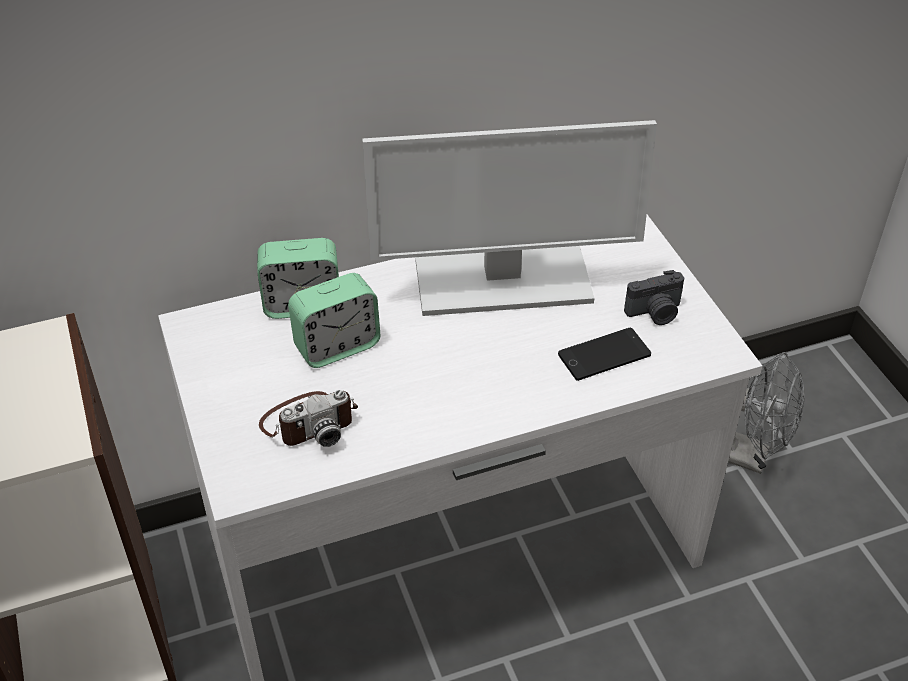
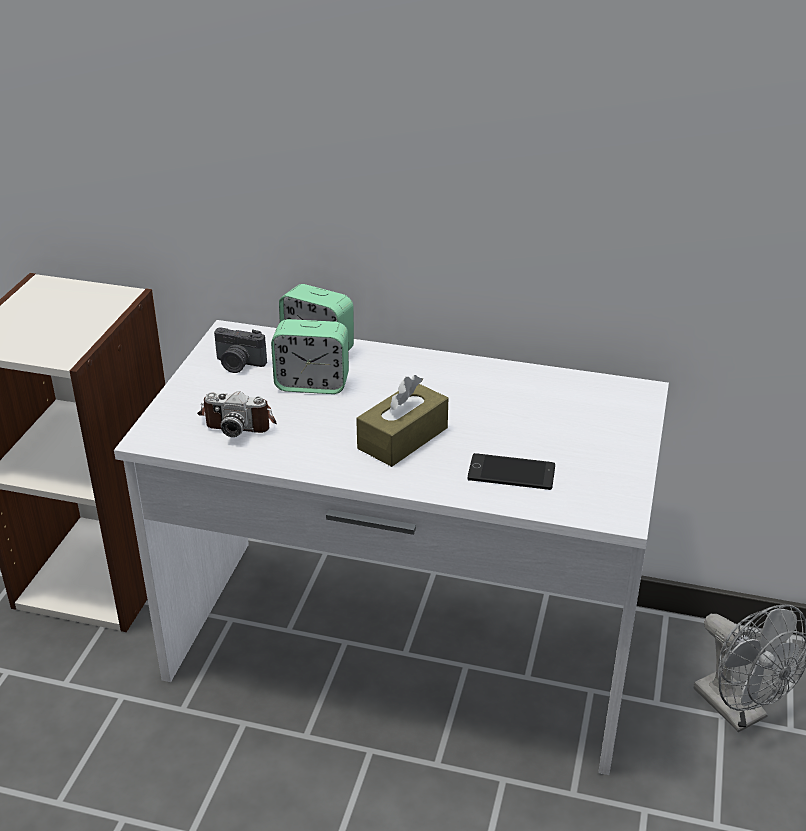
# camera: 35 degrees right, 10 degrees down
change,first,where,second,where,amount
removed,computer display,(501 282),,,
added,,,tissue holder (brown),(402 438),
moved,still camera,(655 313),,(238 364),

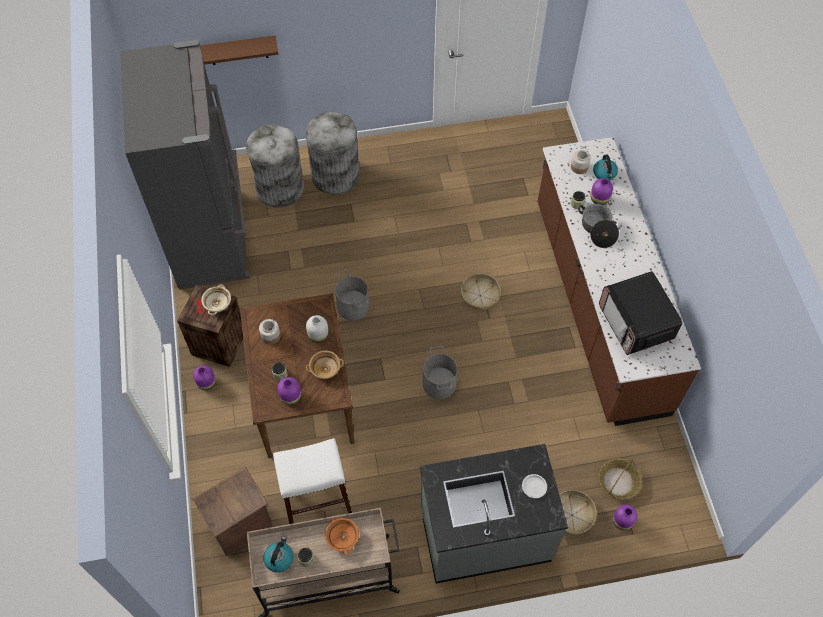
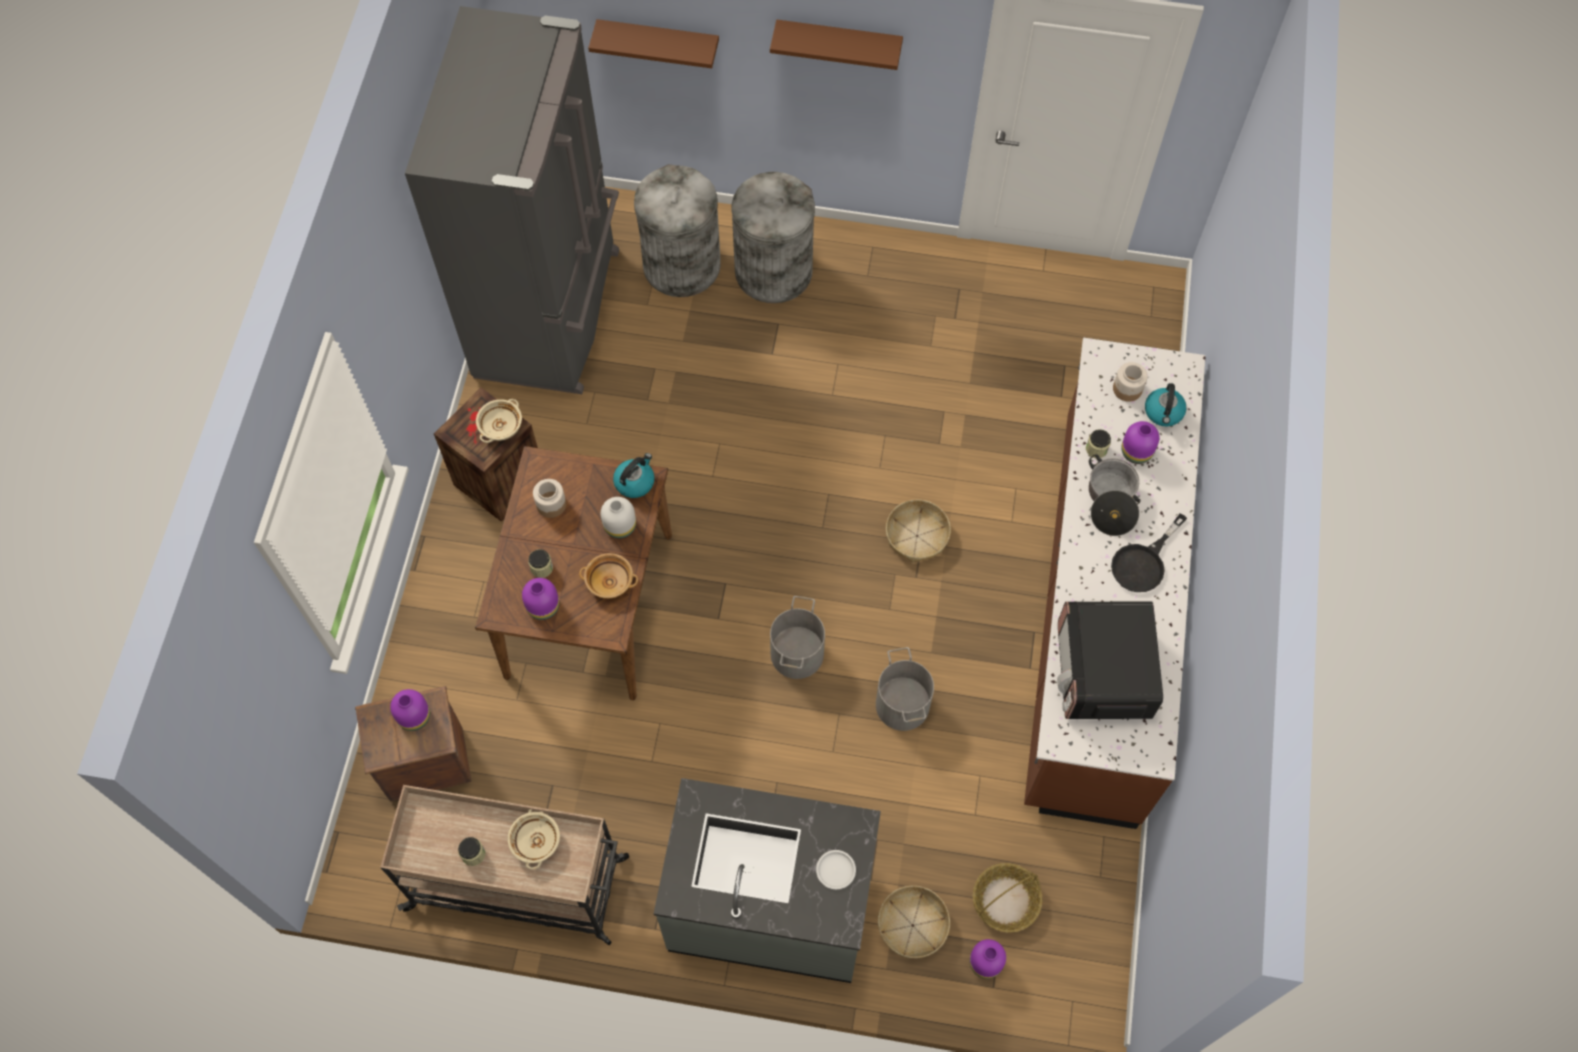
# camera: 20 degrees right, 5 degrees up
change,first,where,second,where,amount
removed,stool (white-coloured),(316 499),,,
added,,,shelf (brown),(838 43),
added,,,frying pan (blackish),(1143 563),
moved,decorative vase (purple-coloured),(206 383),,(413 716),
moved,kettle,(279 558),,(635 482),
moved,bucket (greyish),(352 306),,(901 705),
recoloured,serving bowl (orange-coloured),(342 537),serving bowl (beige-coloured),(535 841),

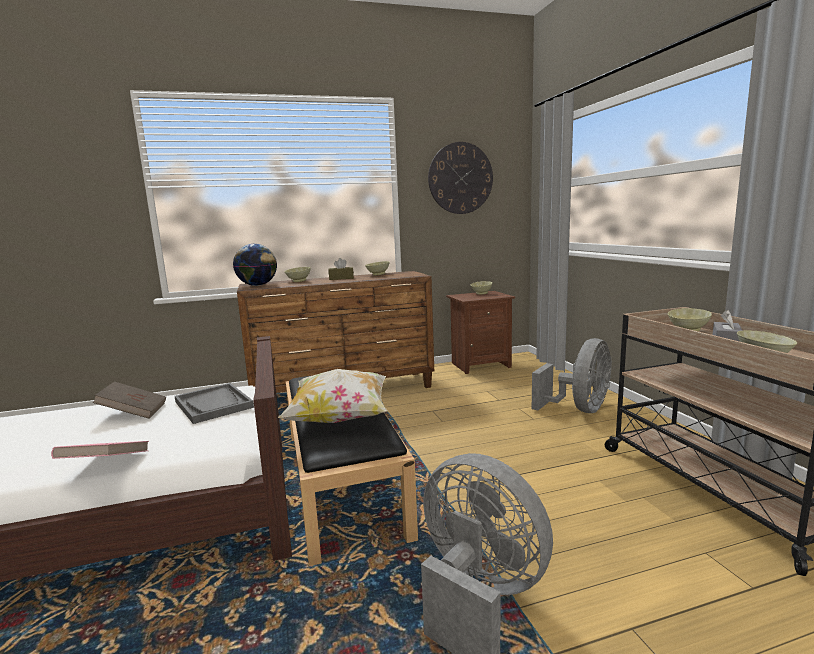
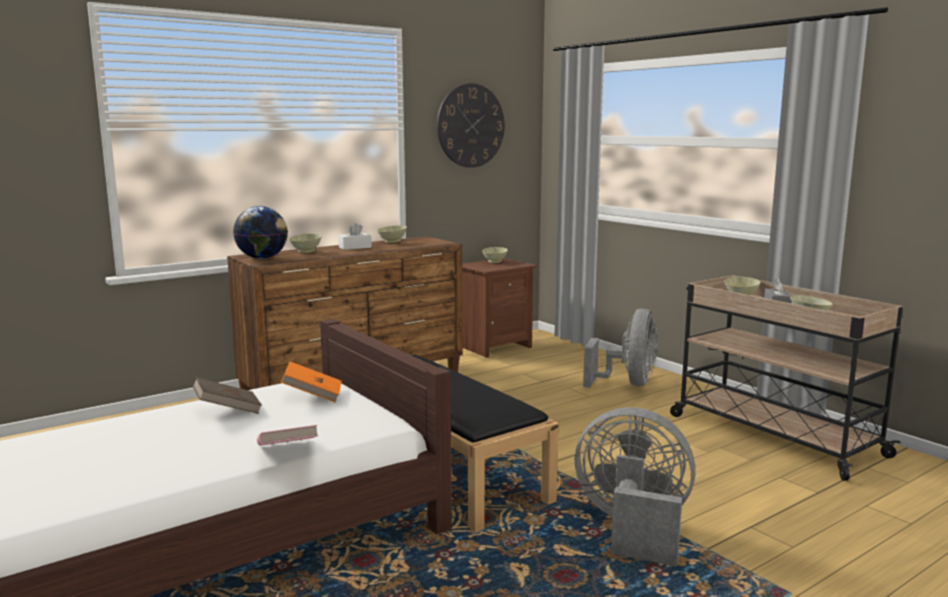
# camera: 20 degrees left, 0 degrees up
change,first,where,second,where,amount
removed,pillow,(340 418),,,
replaced,tray (greyish),(214 405),book (orange-coloured),(313 396),
recoloured,tissue holder (brown),(341 278),tissue holder (white-coloured),(355 247),

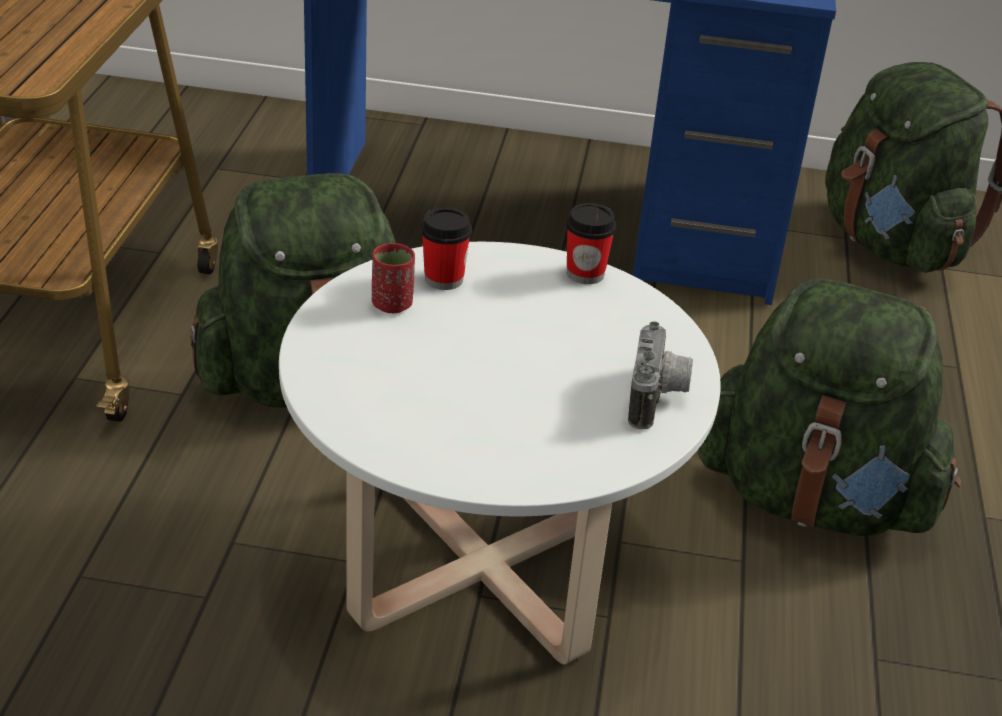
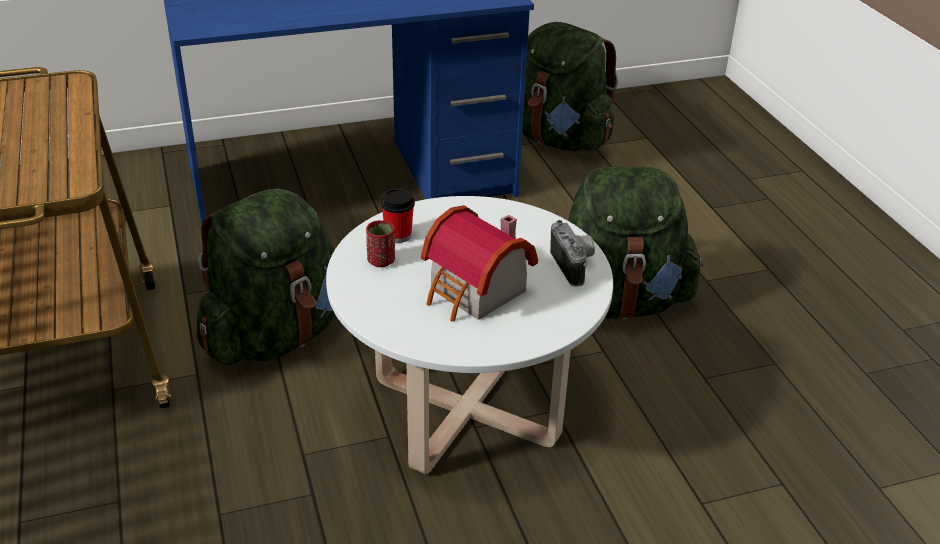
# camera: 25 degrees left, 0 degrees up
change,first,where,second,where,amount
removed,drinking cup,(585 273),,,
added,,,toy house,(475 293),

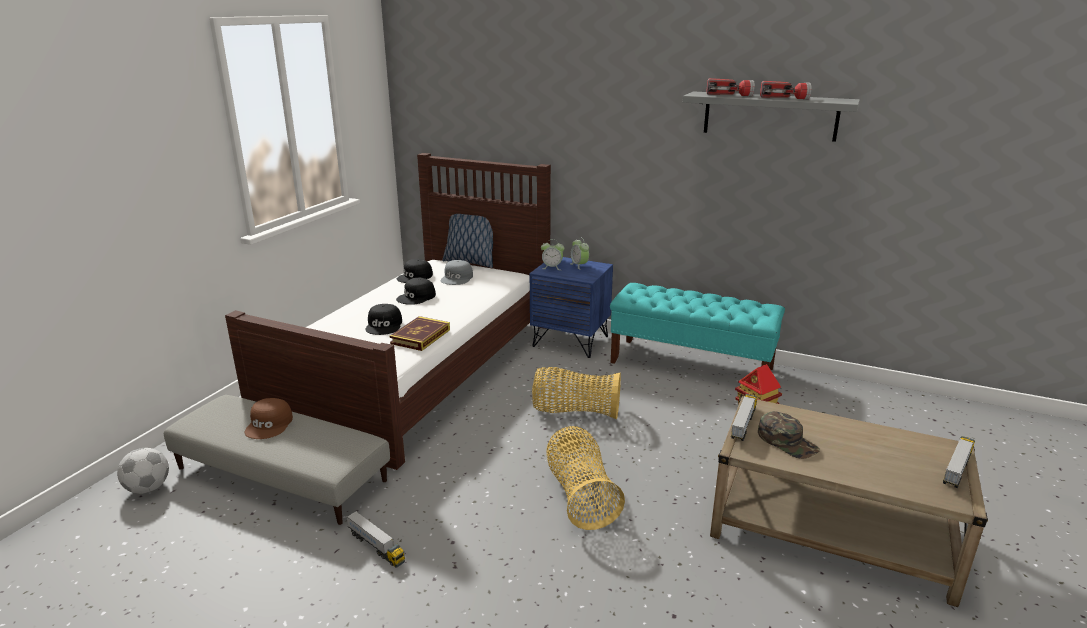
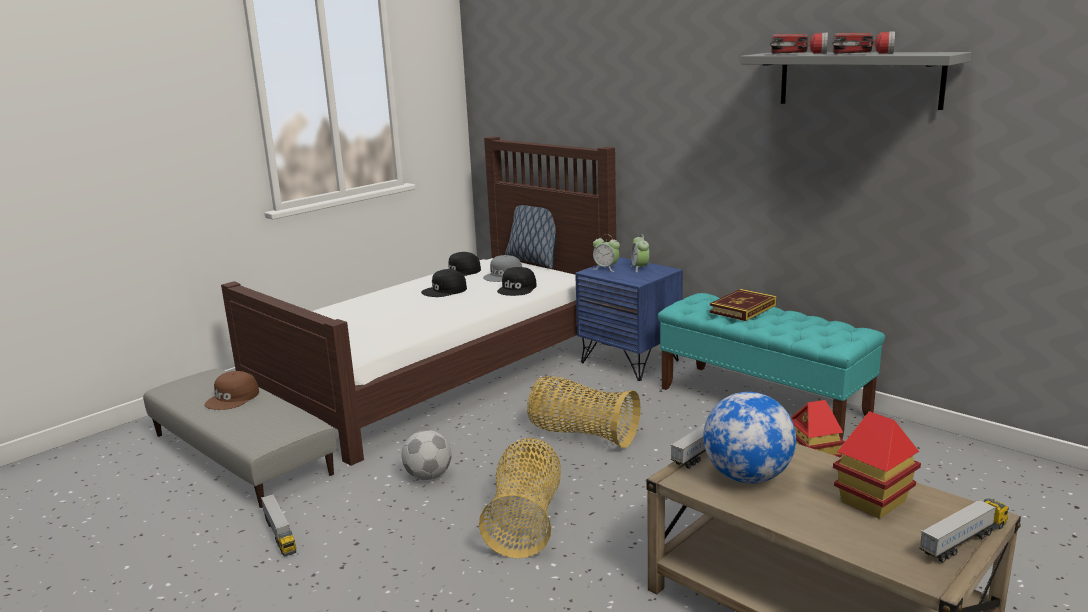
# camera: 20 degrees right, 5 degrees down
change,first,where,second,where,amount
added,,,toy house,(873 501),
moved,football,(148 488),,(429 476),
moved,baseball cap (blackish),(384 325),,(517 289),
moved,book,(420 336),,(743 309),
replaced,baseball cap (green),(787 441),world globe,(747 477),

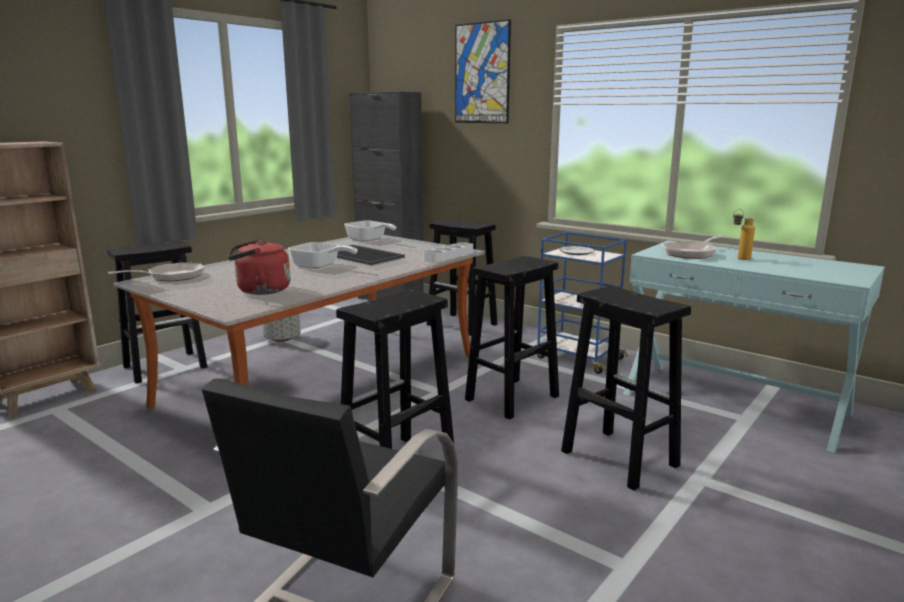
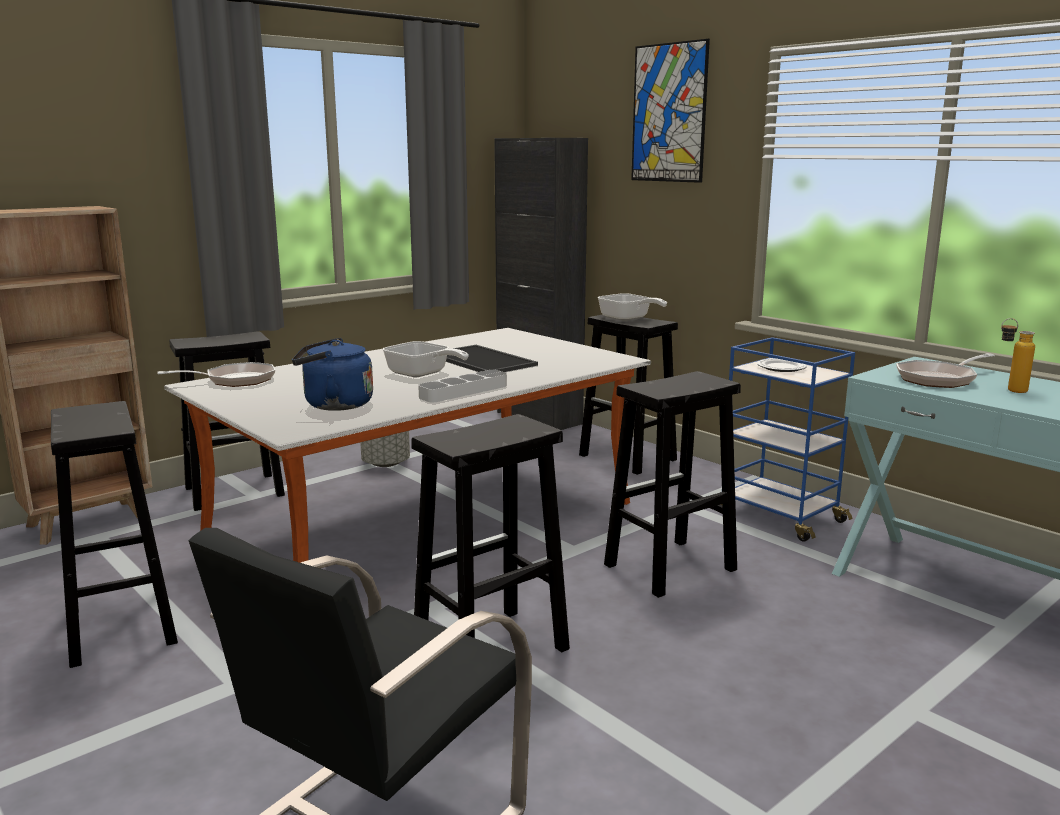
# camera: 10 degrees right, 0 degrees up
change,first,where,second,where,amount
moved,frying pan,(368 240),,(628 319),
moved,tray (greyish),(448 256),,(463 391),
moved,stool (blackish),(617 458),,(120 625),
recoloured,kettle (red),(260 291),kettle (bluish),(334 405),

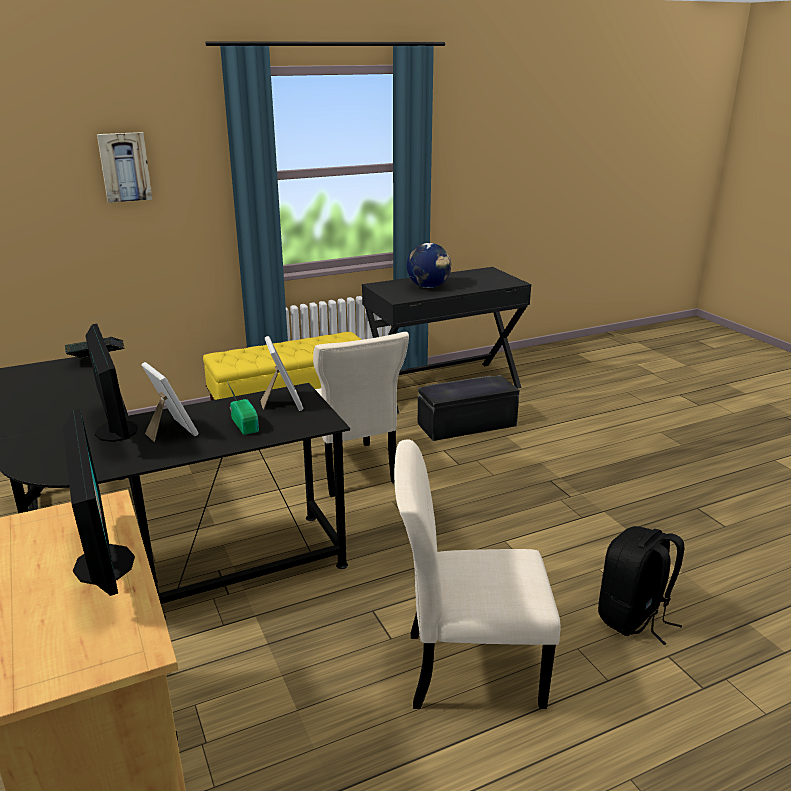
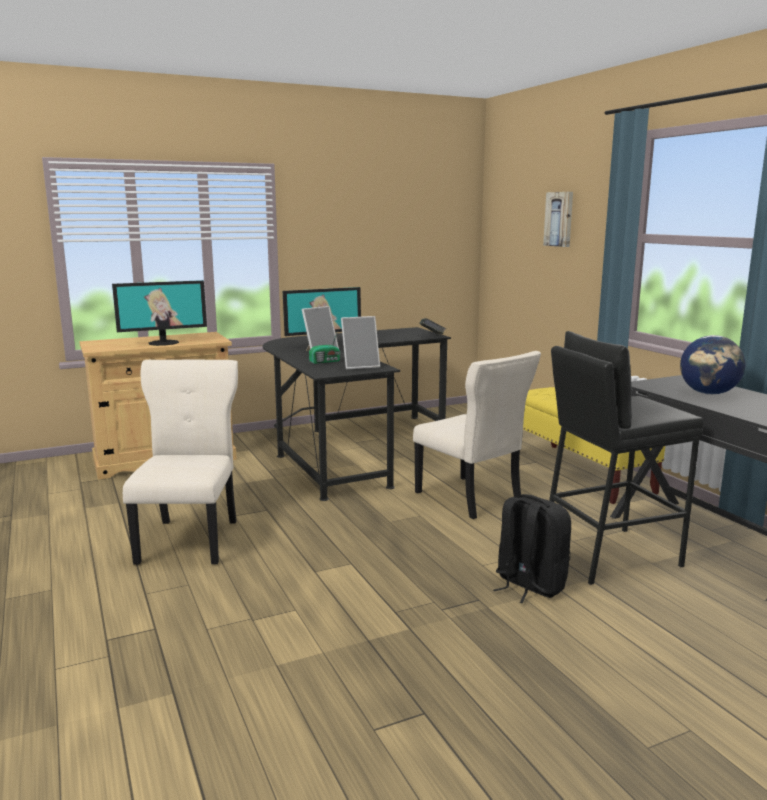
# camera: 90 degrees right, 10 degrees down
change,first,where,second,where,amount
moved,knapsack (blackish),(634 618),,(529 585),
replaced,storage bin (blackish),(466 424),stool (blackish),(608 555),
turned,plain chair (beige-coloured),(351 471),,(470 499),105 degrees counterclockwise

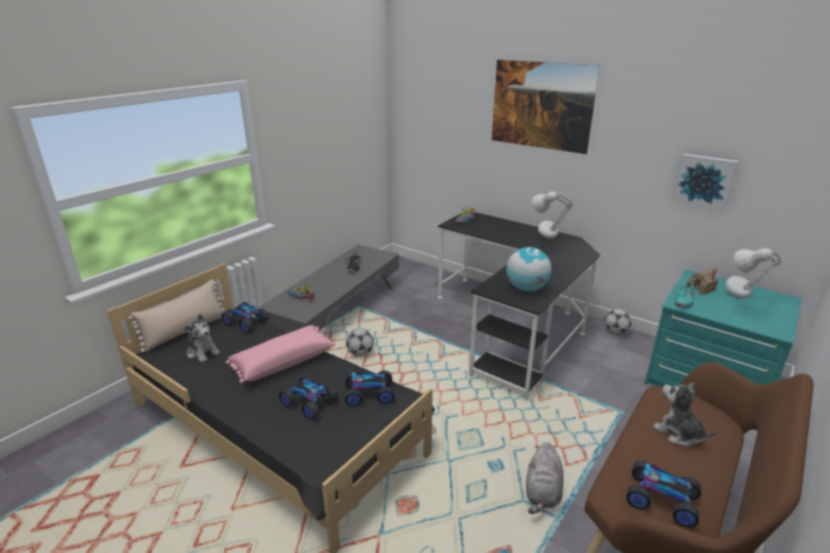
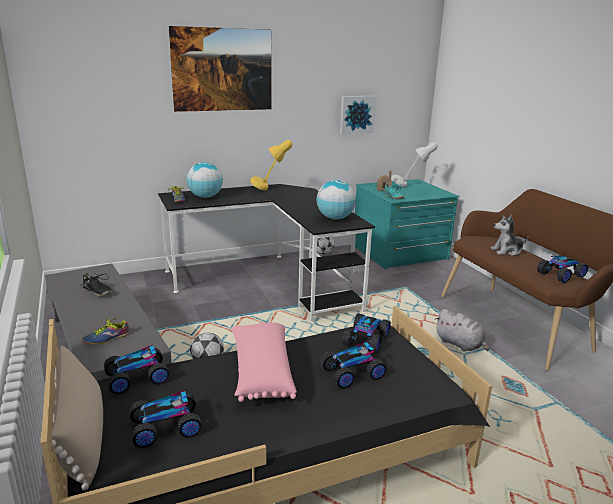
# camera: 60 degrees left, 5 degrees down
change,first,where,second,where,amount
added,,,world globe,(205 197),
replaced,soft toy,(202 352),model car,(166 427),
recoloured,table lamp (greyish),(547 242),table lamp (yellowish),(271 192),

